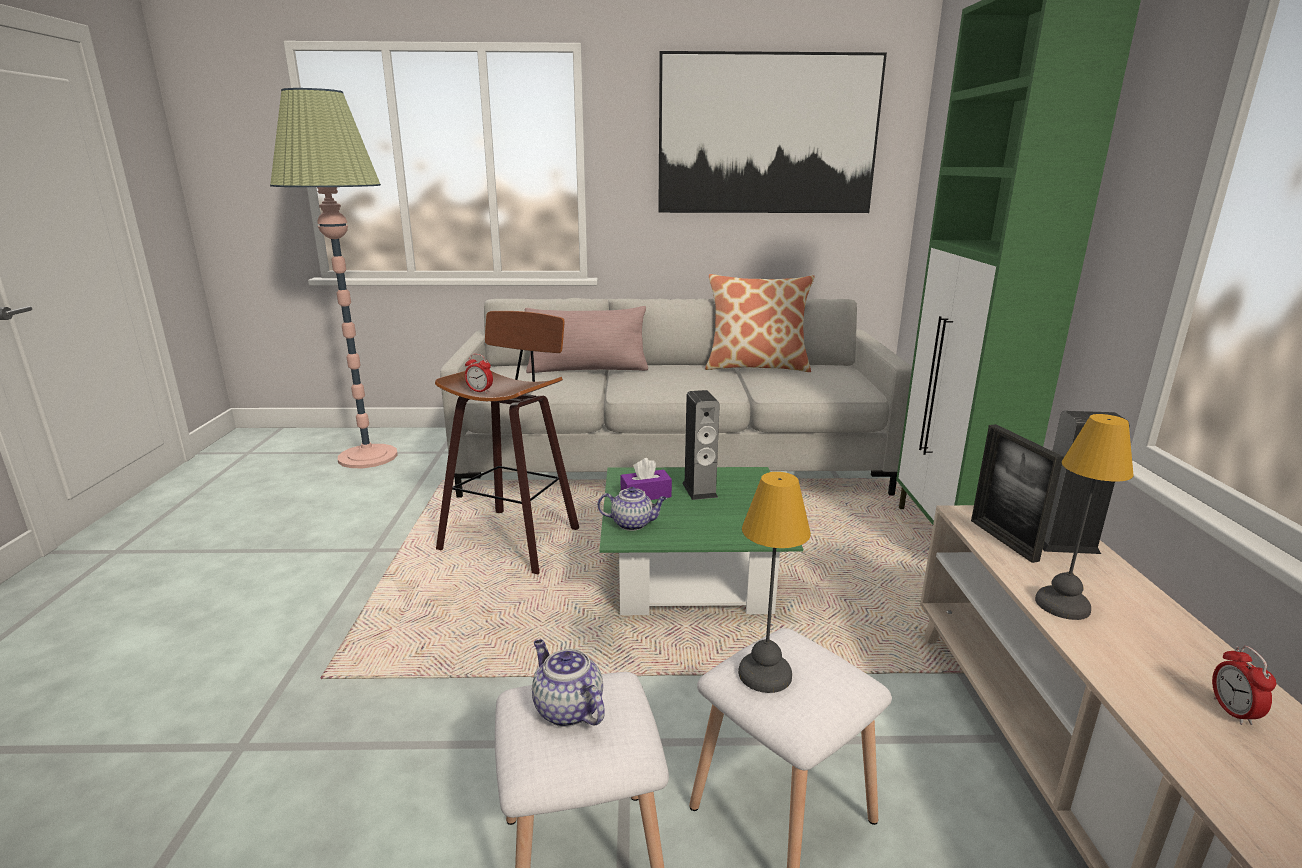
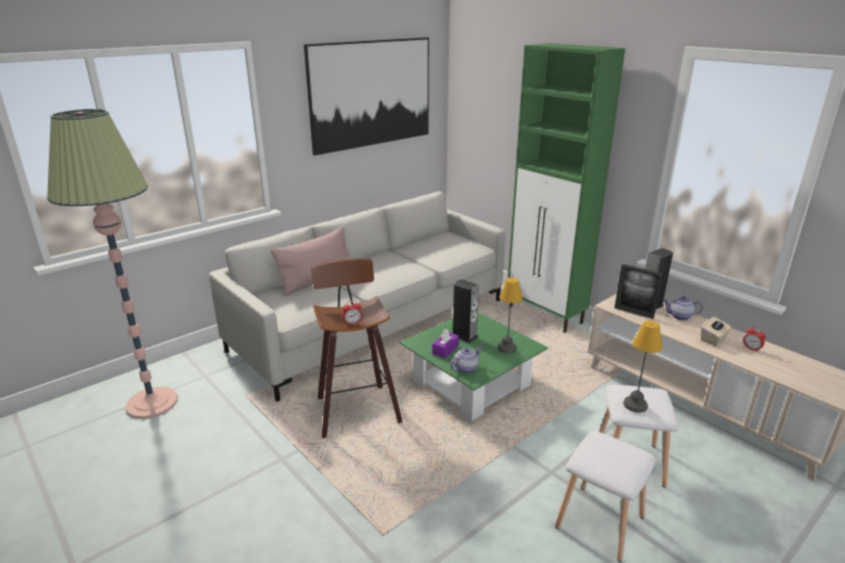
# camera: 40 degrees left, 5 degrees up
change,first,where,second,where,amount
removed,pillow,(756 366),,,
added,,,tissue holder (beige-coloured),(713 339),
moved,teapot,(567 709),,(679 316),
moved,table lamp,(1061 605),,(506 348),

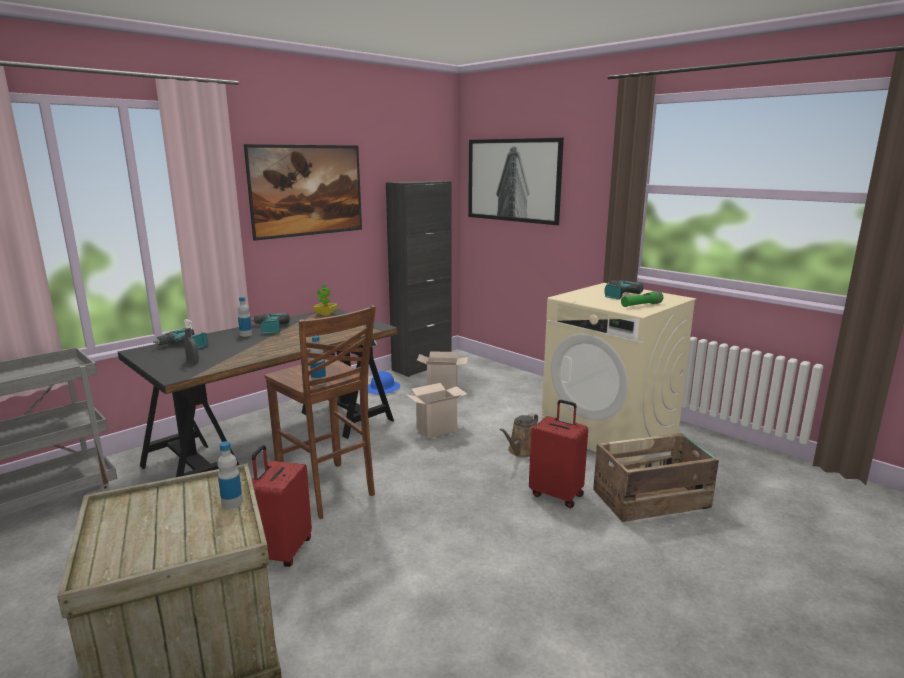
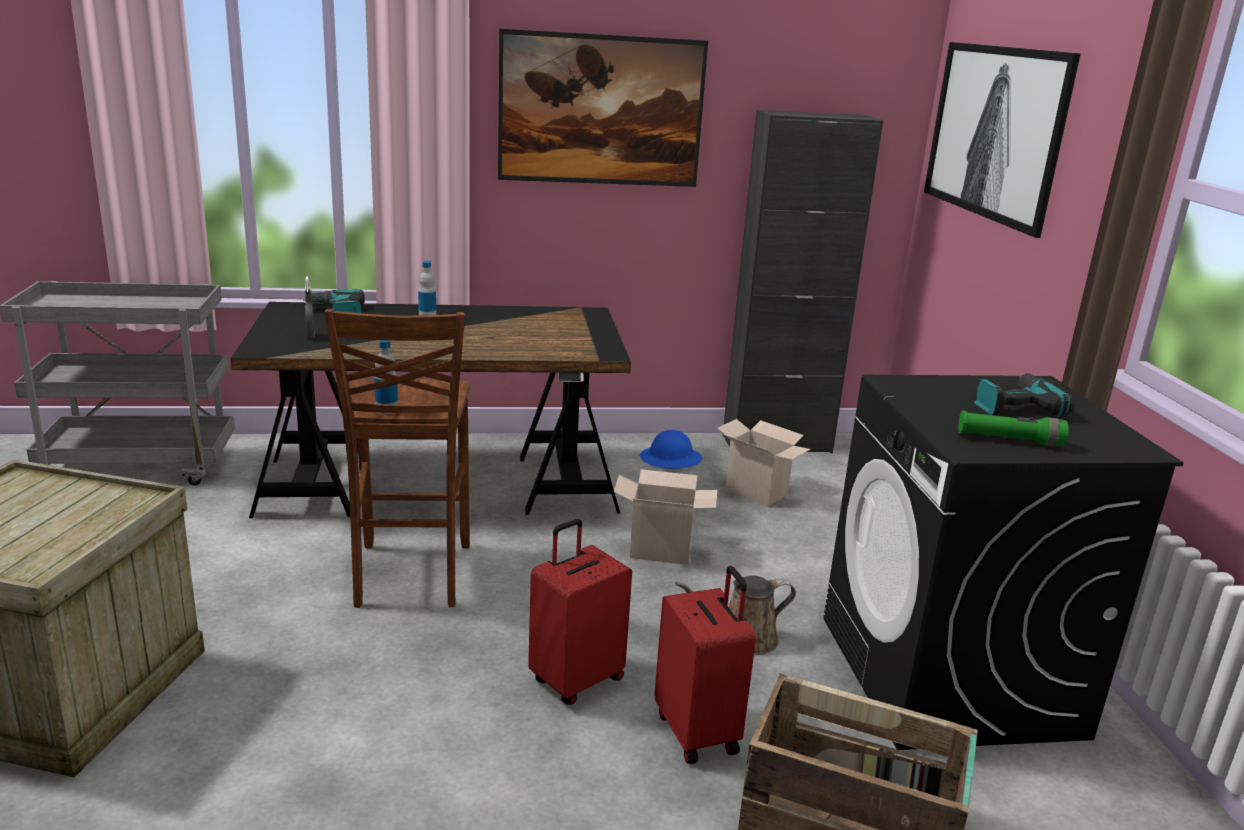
# camera: 35 degrees right, 5 degrees up
change,first,where,second,where,amount
removed,beverage bottle,(232 503),,,
removed,electric drill,(269 328),,,
removed,houseplant,(325 314),,,
moved,suitcase (red),(282 551),,(576 679),
recoloured,laundry appliance (beige-coloured),(610 432),laundry appliance (blackish),(949 676),

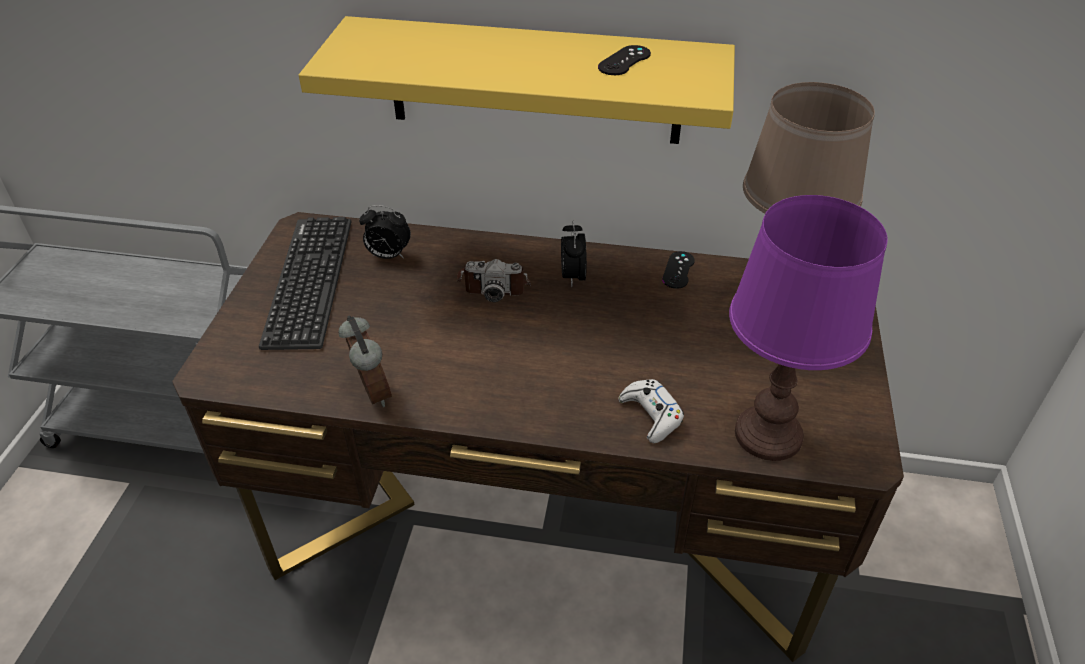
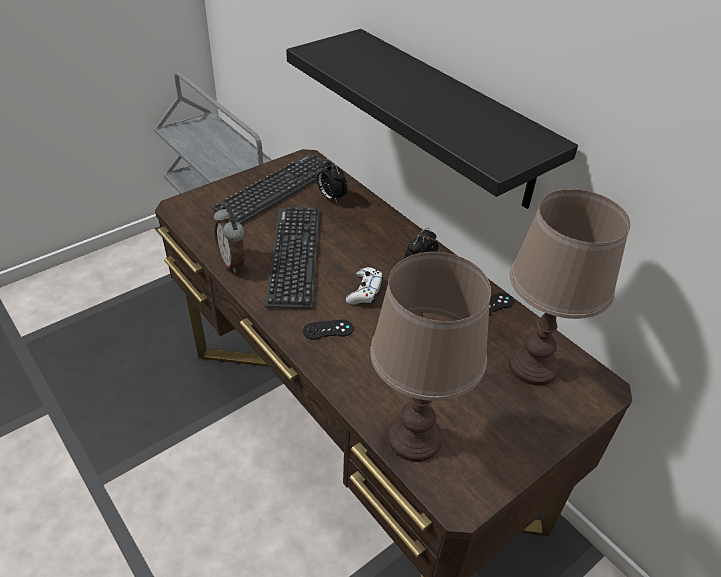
# camera: 40 degrees right, 0 degrees up
change,first,where,second,where,amount
removed,still camera,(494 284),,,
added,,,computer keyboard,(294 256),
moved,joypad (blackish),(624 61),,(328 330),
moved,joypad (white-coloured),(651 415),,(365 291),
recoloured,shelf (yellowish),(534 81),shelf (blackish),(449 118),
recoloured,table lamp (purple-coloured),(768 434),table lamp (brown),(415 437),
turned,bedside clock,(370 393),,(233 262),135 degrees clockwise

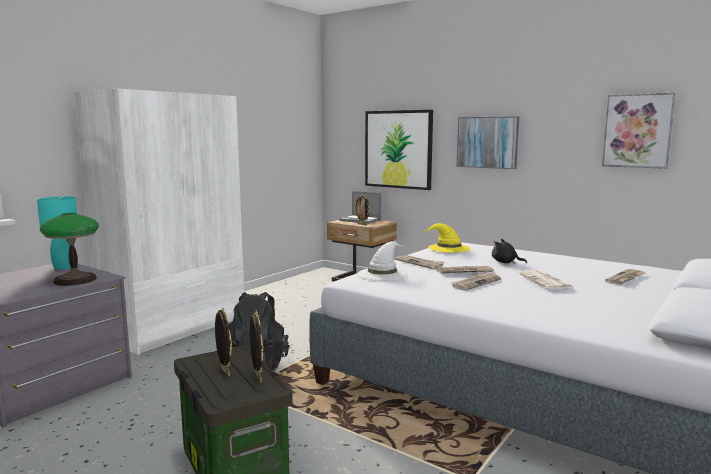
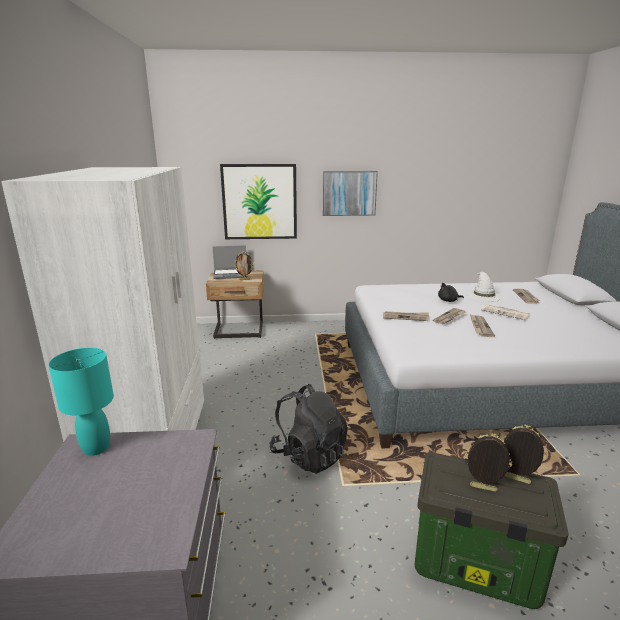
# camera: 40 degrees left, 10 degrees up
change,first,where,second,where,amount
removed,table lamp,(75 280),,,
removed,hat (yellowish),(448 248),,,
removed,picture,(637 131),,,
moved,hat (white-coloured),(382 274),,(483 295),

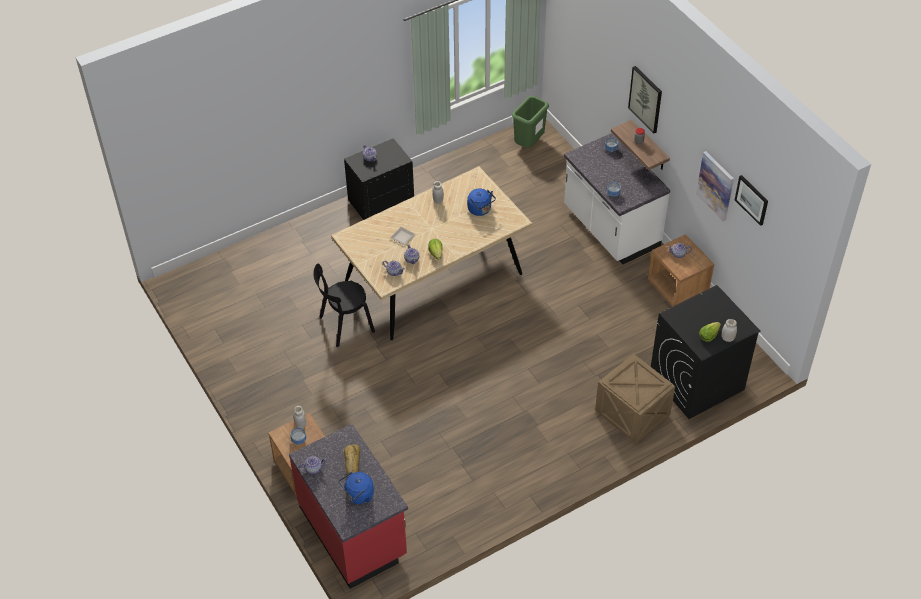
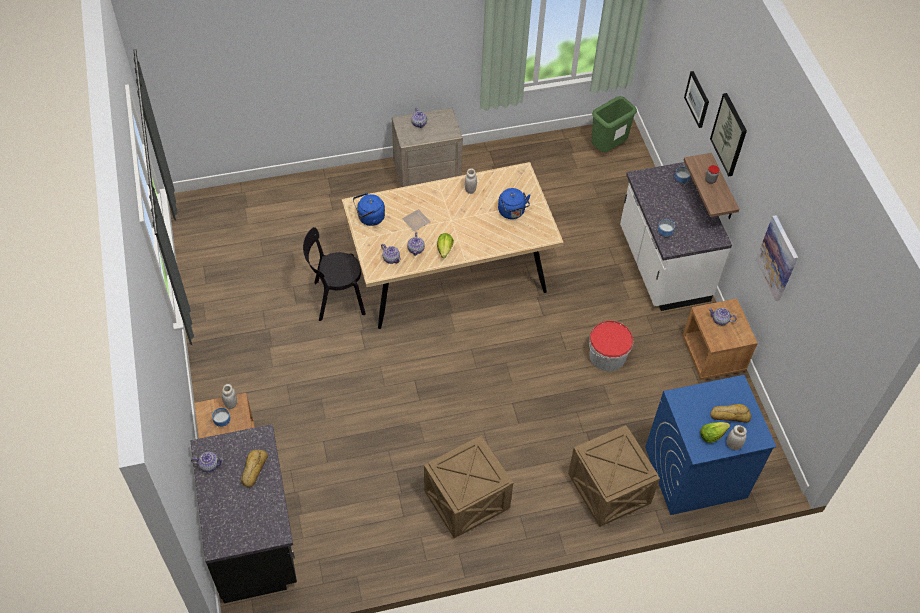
# camera: 15 degrees right, 5 degrees up
change,first,where,second,where,amount
added,,,crate,(467 499),
added,,,bucket,(607 355),
added,,,bakery bread,(730 415),
moved,kettle (bluish),(358 496),,(369 218),
moved,picture,(752 199),,(697 99),
recoloured,kitchen base unit (red),(354 531),kitchen base unit (blackish),(254 537),
recoloured,bedside table (blackish),(381 202),bedside table (beige-coloured),(427 173),
recoloured,laundry appliance (blackish),(696 382),laundry appliance (bluish),(695 473),

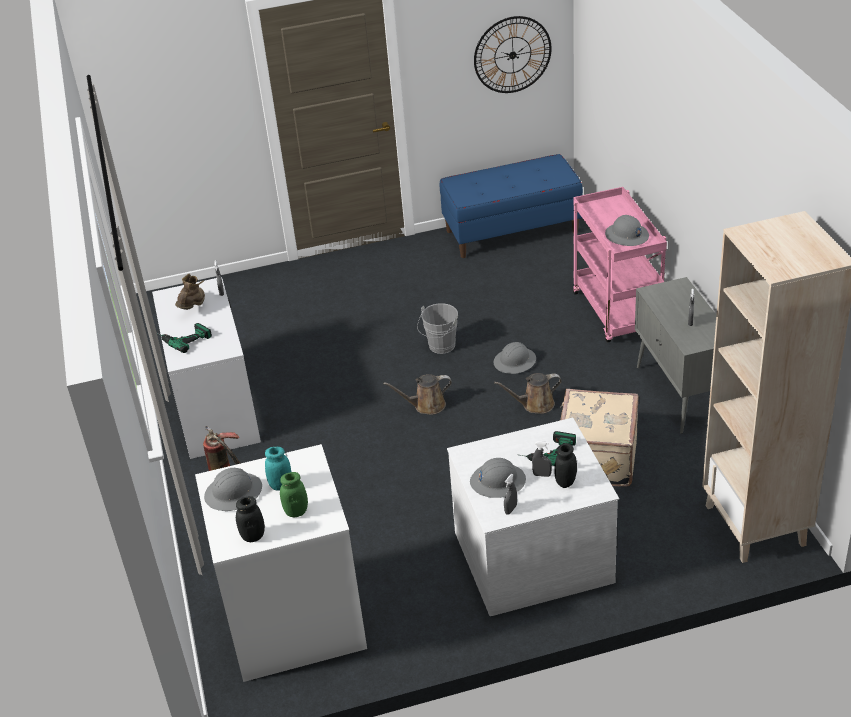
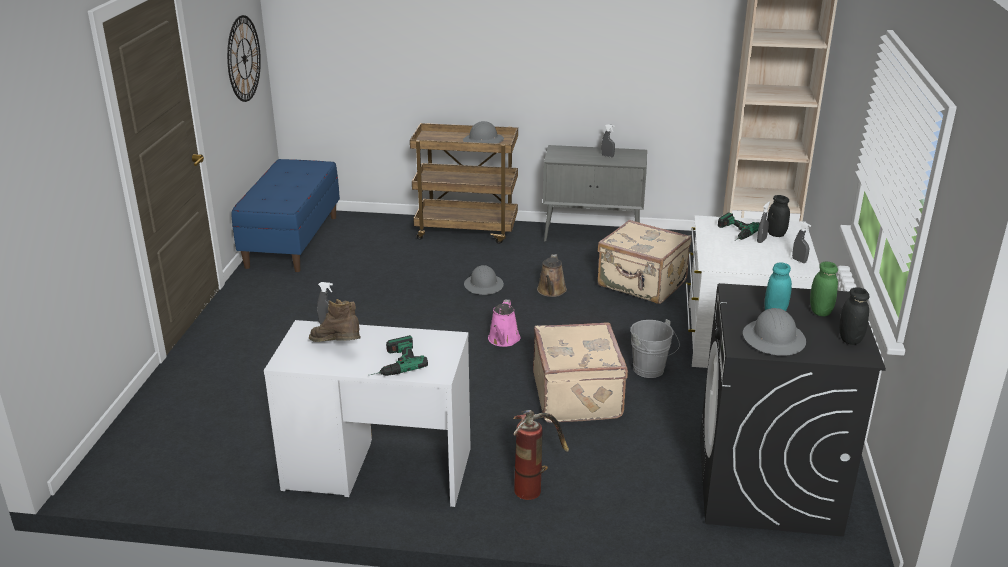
# camera: 70 degrees left, 10 degrees down
change,first,where,second,where,amount
removed,work helmet (greyish),(497 481),,,
added,,,suitcase (beige-coloured),(578 396),
moved,bucket (greyish),(440 347),,(651 371),
recoloured,laundry appliance (white-coloured),(293 621),laundry appliance (blackish),(767 484),
recoloured,watering can (brown),(426 405),watering can (pinkish),(503 340),
recoloured,wheeled cart (pinkish),(617 313),wheeled cart (brown),(467 231),

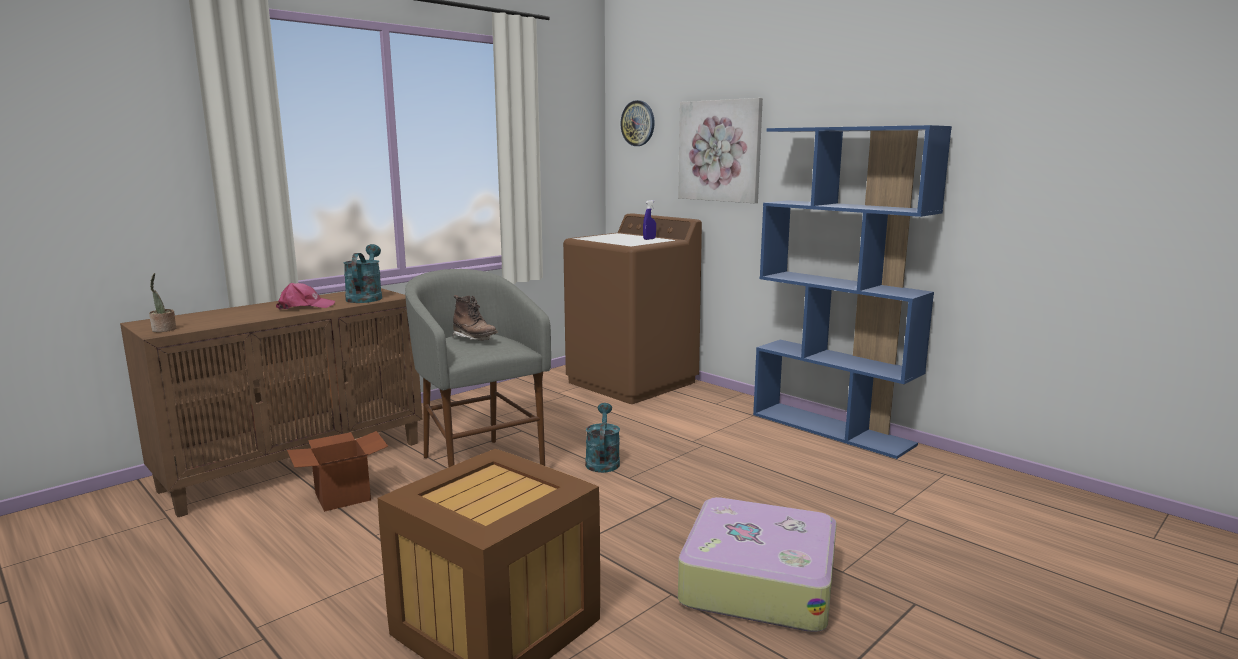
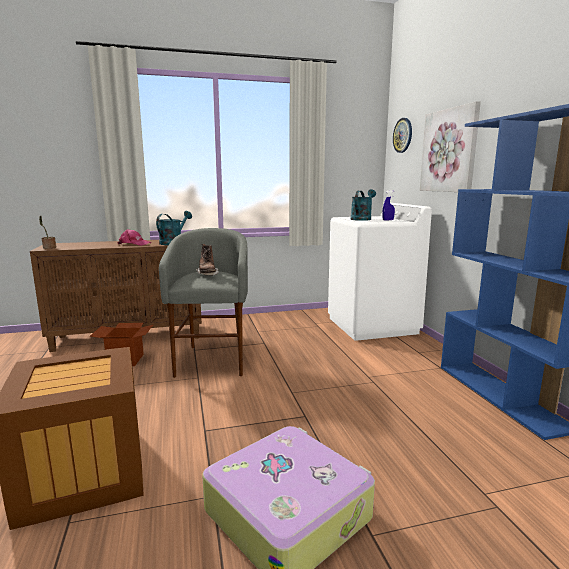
# camera: 30 degrees right, 0 degrees up
change,first,where,second,where,amount
moved,watering can (blue-green),(602 461),,(362 219),
recoloured,laundry appliance (brown),(632 382),laundry appliance (white-coloured),(372 325),

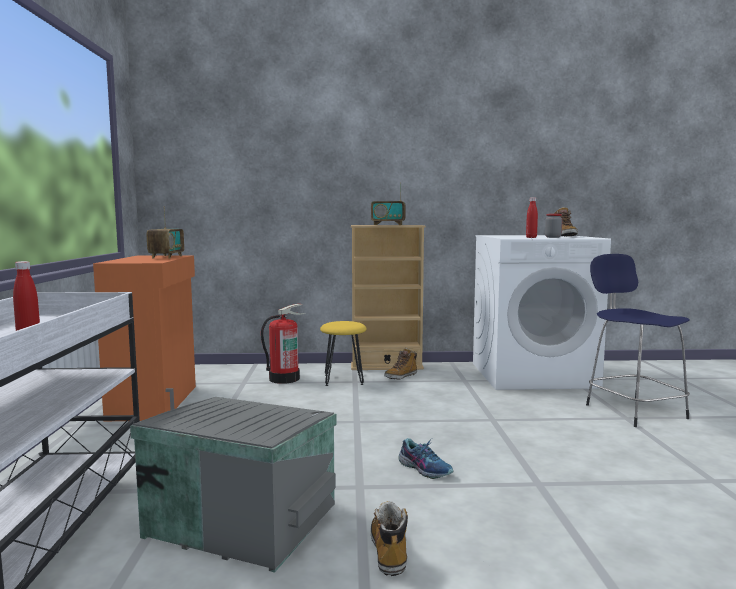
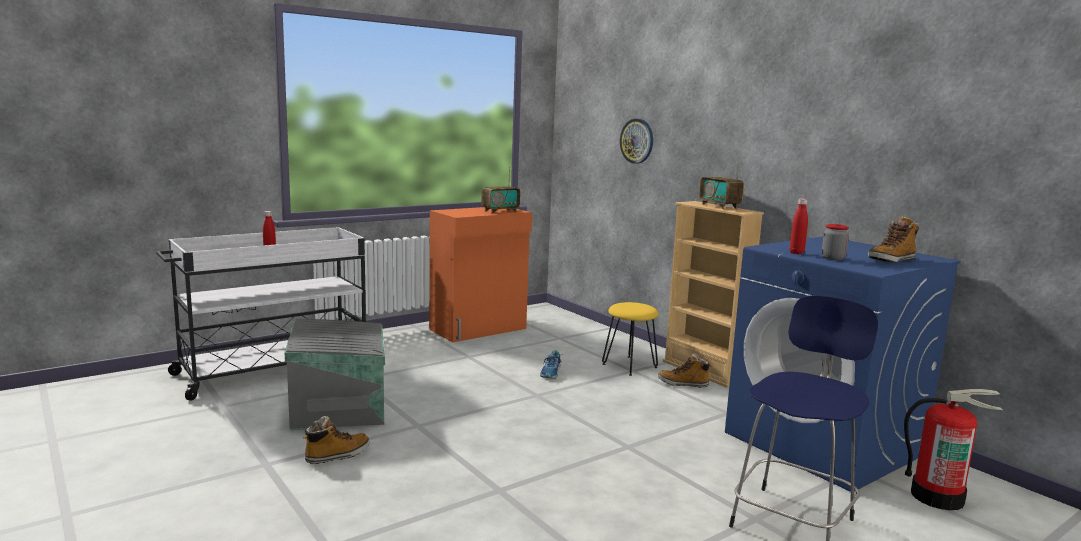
# camera: 55 degrees right, 5 degrees up
change,first,where,second,where,amount
added,,,clock on the wall,(637 141),
moved,extinguisher,(284 379),,(937 496),
moved,low shoe,(425 468),,(551 372),
recoloured,laundry appliance (white-coloured),(533 375),laundry appliance (bluish),(824 444),

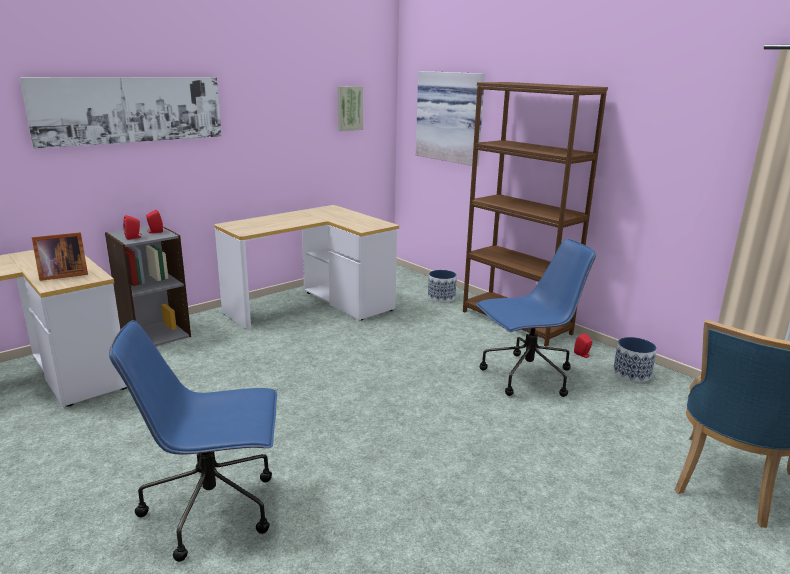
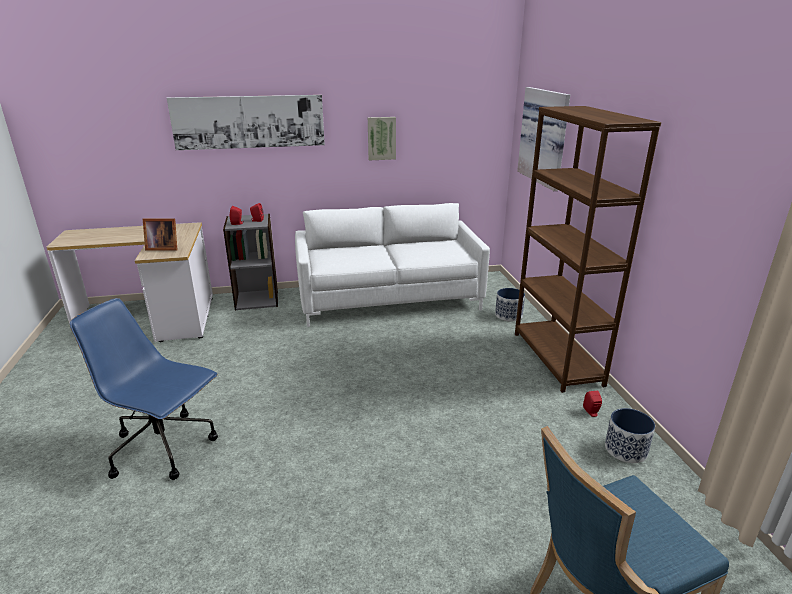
# camera: 30 degrees right, 5 degrees up
change,first,where,second,where,amount
removed,office chair (bluish),(526 377),,,
moved,picture,(349 108),,(381 138),
replaced,desk table,(312 305),sofa (white-coloured),(389 299),

